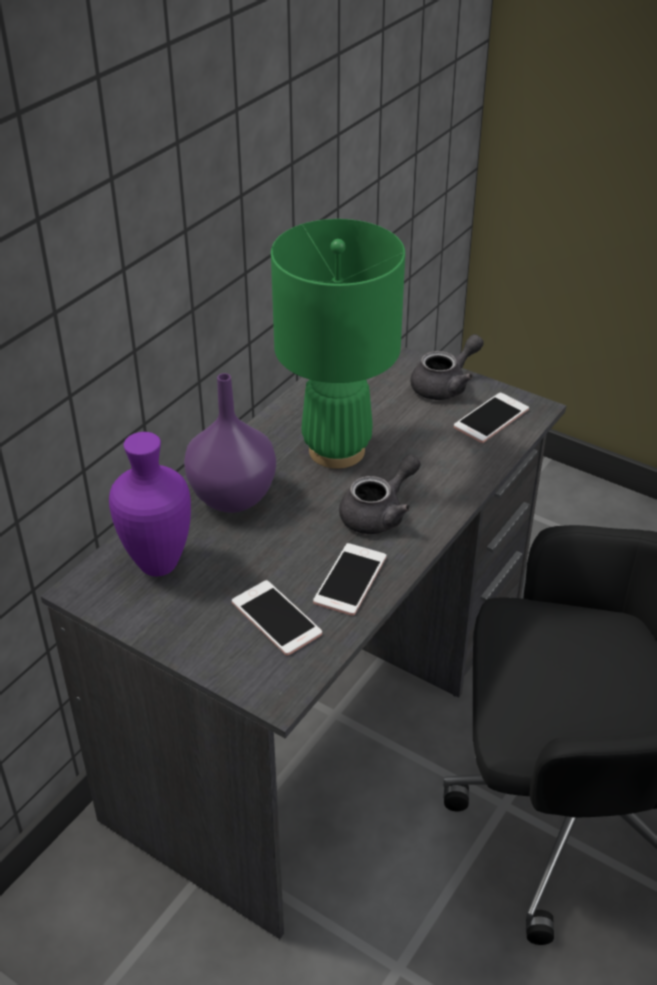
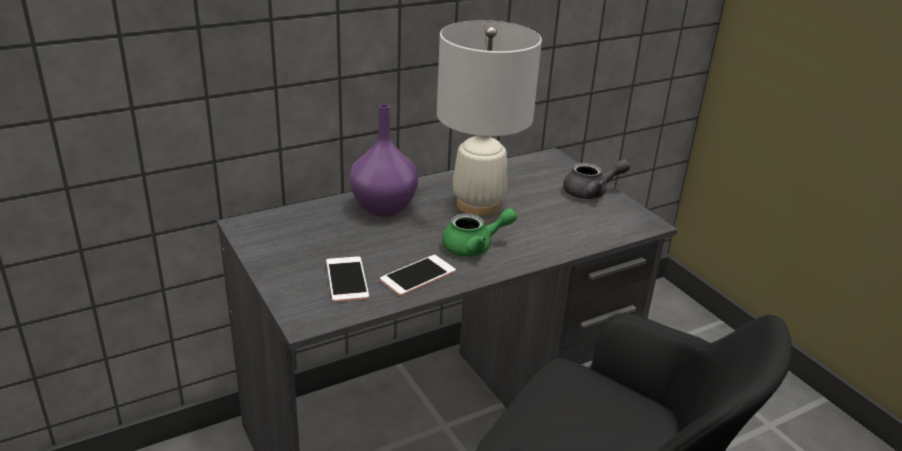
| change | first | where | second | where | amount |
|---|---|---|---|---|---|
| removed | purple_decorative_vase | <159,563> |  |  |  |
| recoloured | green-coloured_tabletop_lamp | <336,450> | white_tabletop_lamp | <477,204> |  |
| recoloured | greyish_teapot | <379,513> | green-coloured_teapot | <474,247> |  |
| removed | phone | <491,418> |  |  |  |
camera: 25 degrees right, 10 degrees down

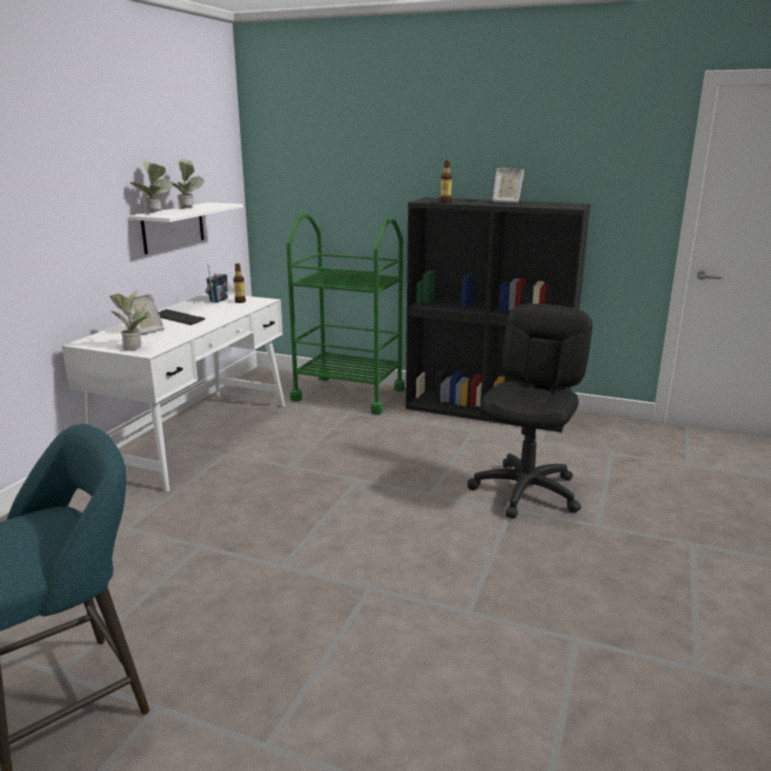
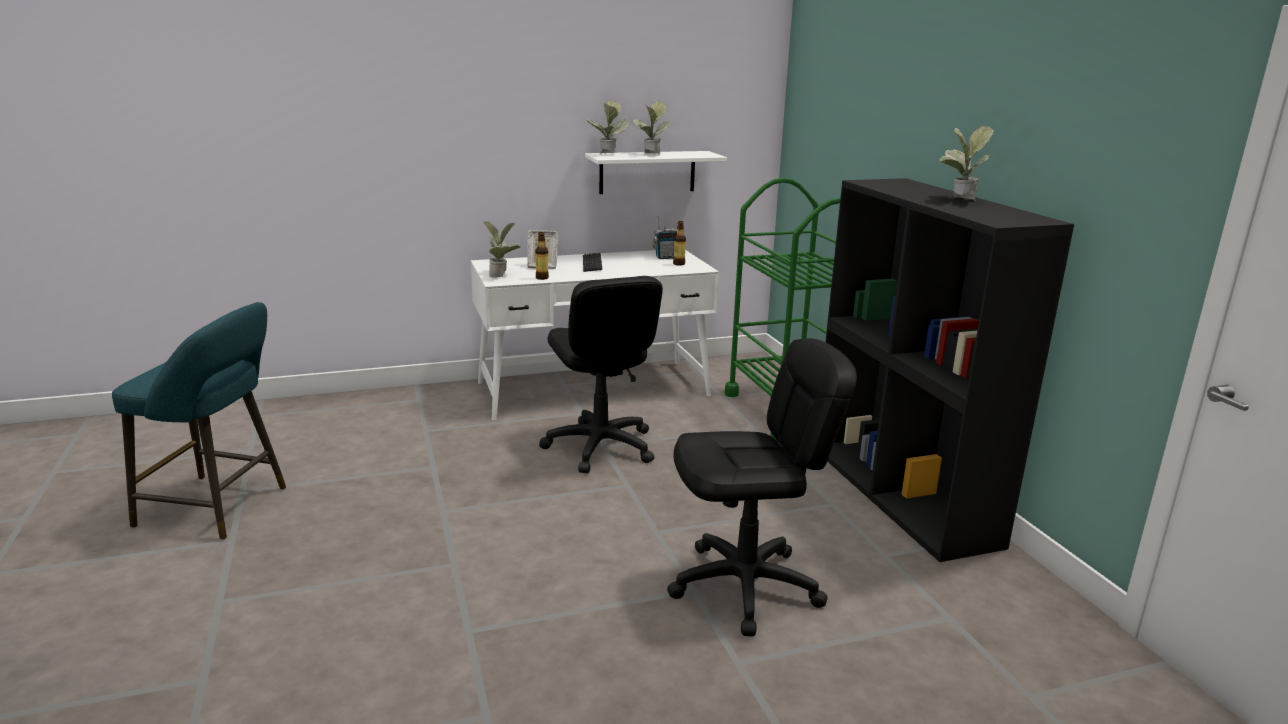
| change | first | where | second | where | amount |
|---|---|---|---|---|---|
| moved | bottle | <445,202> |  | <542,278> |  |
| replaced | picture_frame | <506,202> | plant_in_a_pot | <959,200> |  |
| added |  |  | black_computer_chair | <600,447> |  |
camera: 50 degrees right, 0 degrees up

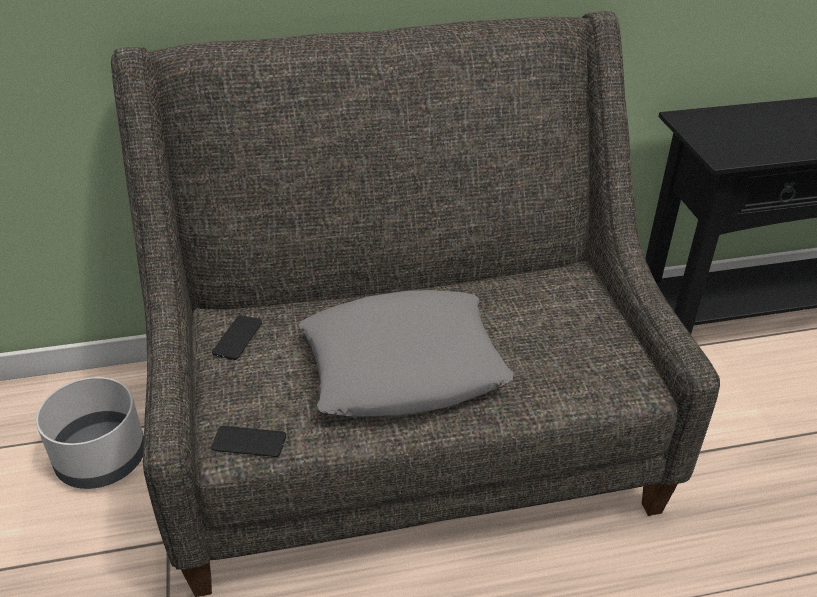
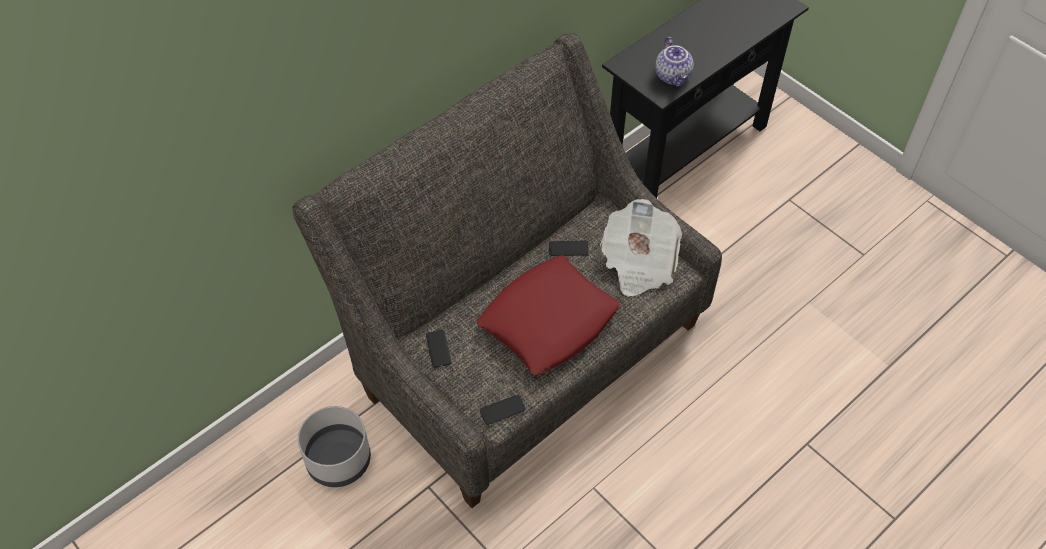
| change | first | where | second | where | amount |
|---|---|---|---|---|---|
| recoloured | greyish_pillow | <403,365> | red-coloured_pillow | <548,320> |  |
| added |  |  | phone | <568,248> |  |
| added |  |  | newspaper | <638,263> |  |
| added |  |  | teapot | <673,76> |  |
camera: 30 degrees left, 15 degrees up

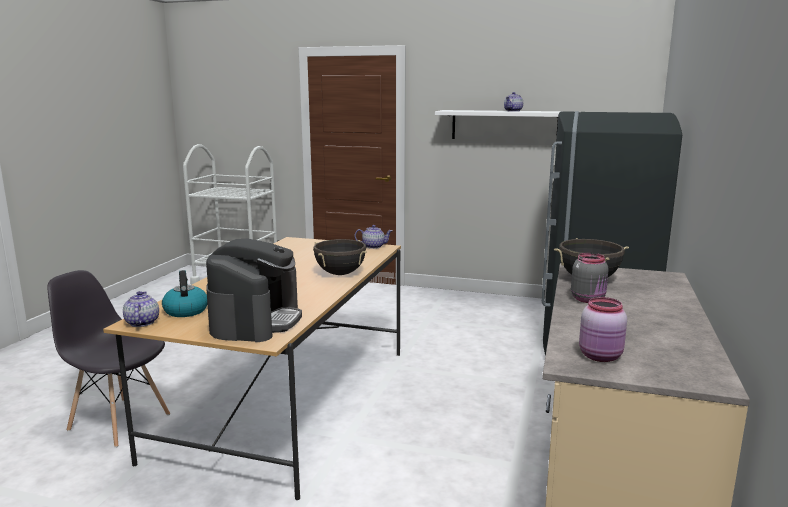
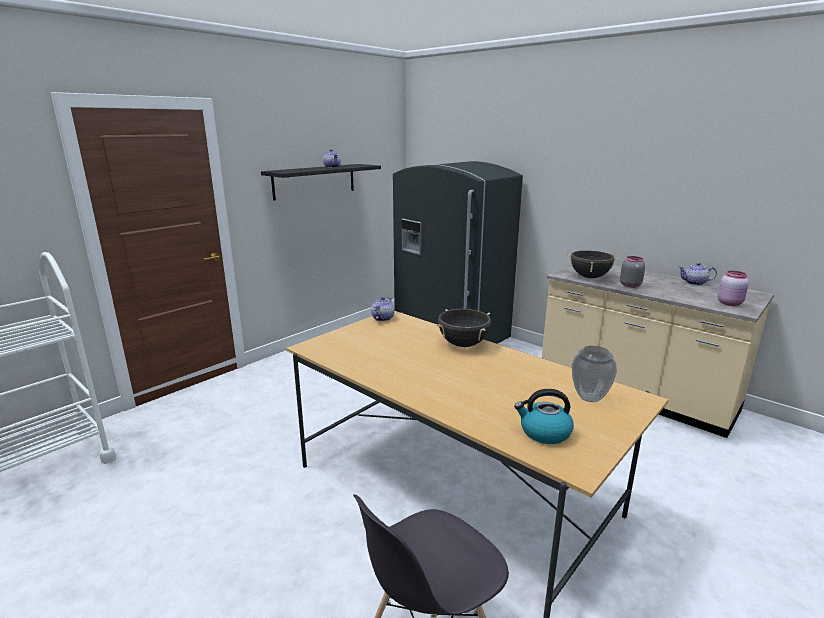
| change | first | where | second | where | amount |
|---|---|---|---|---|---|
| moved | teapot | <142,322> |  | <694,283> |  |
| replaced | coffee_brewer | <256,321> | decorative_vase | <589,398> |  |
| recoloured | white_shelf | <504,125> | black_shelf | <314,181> |  |
camera: 65 degrees left, 5 degrees up

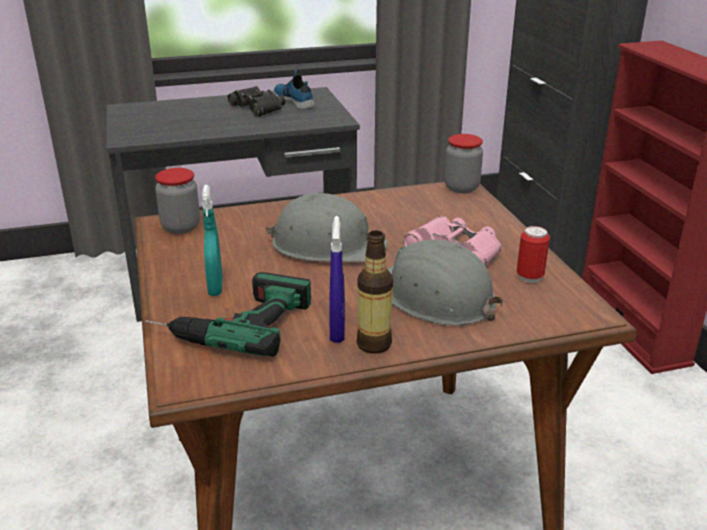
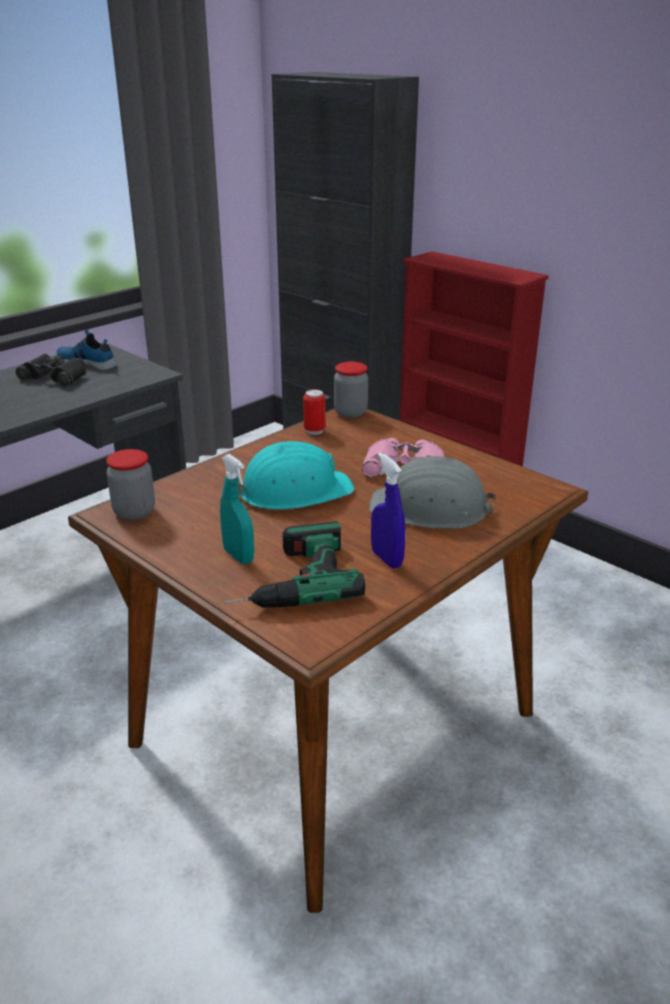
| change | first | where | second | where | amount |
|---|---|---|---|---|---|
| recoloured | greyish_hard_hat | <327,245> | turquoise-coloured_hard_hat | <294,491> |  |
| removed | bottle | <374,344> |  |  |  |
| moved | metal_can | <529,277> |  | <314,431> |  |
camera: 30 degrees left, 0 degrees up

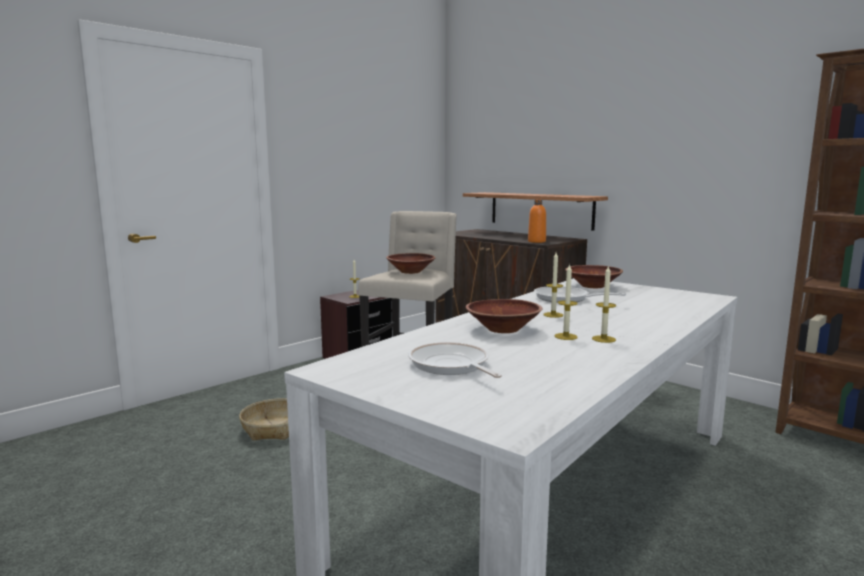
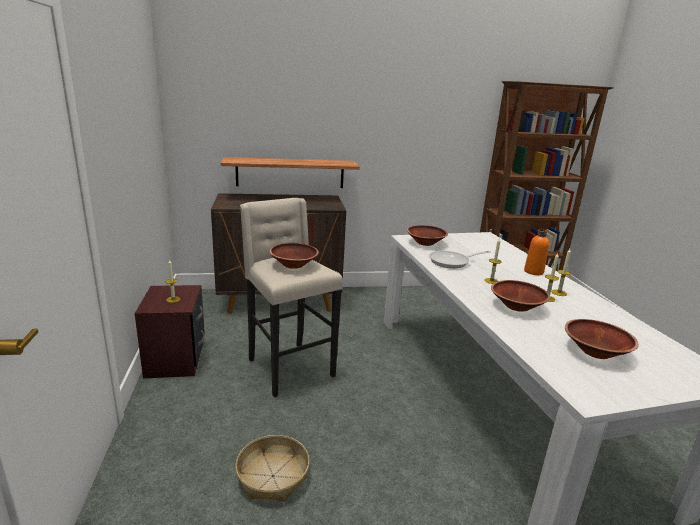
| change | first | where | second | where | amount |
|---|---|---|---|---|---|
| replaced | frying_pan | <451,365> | brown_bowl | <595,352> |  |
| moved | orange-coloured_bottle | <536,241> |  | <533,272> |  |
camera: 55 degrees left, 10 degrees up

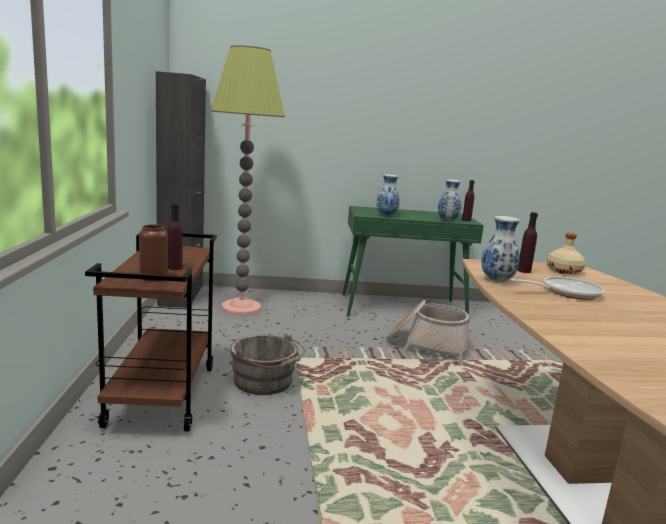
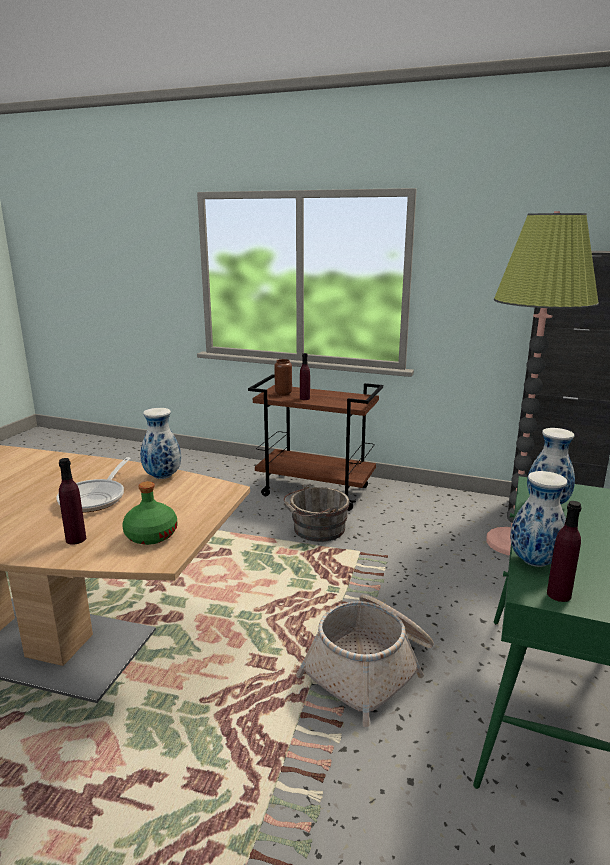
| change | first | where | second | where | amount |
|---|---|---|---|---|---|
| moved | purple_bottle | <524,271> |  | <76,539> |  |
| recoloured | beige-coloured_bottle | <564,271> | green-coloured_bottle | <151,535> |  |
camera: 115 degrees right, 5 degrees up

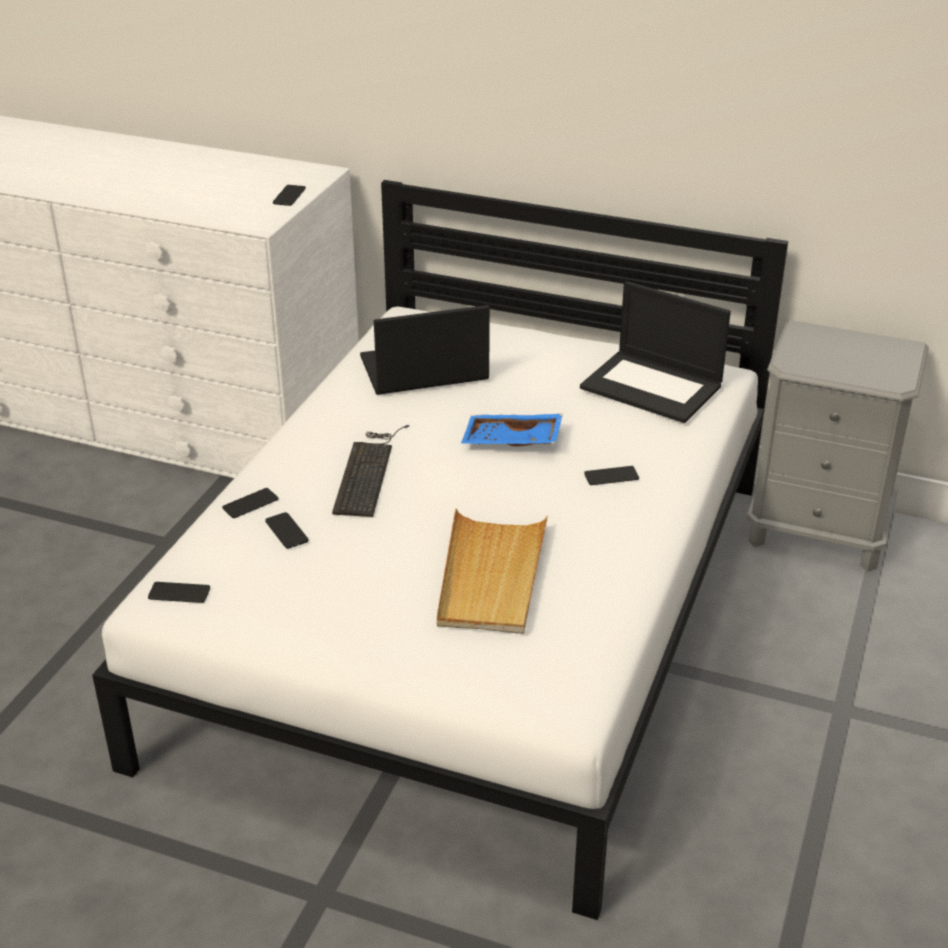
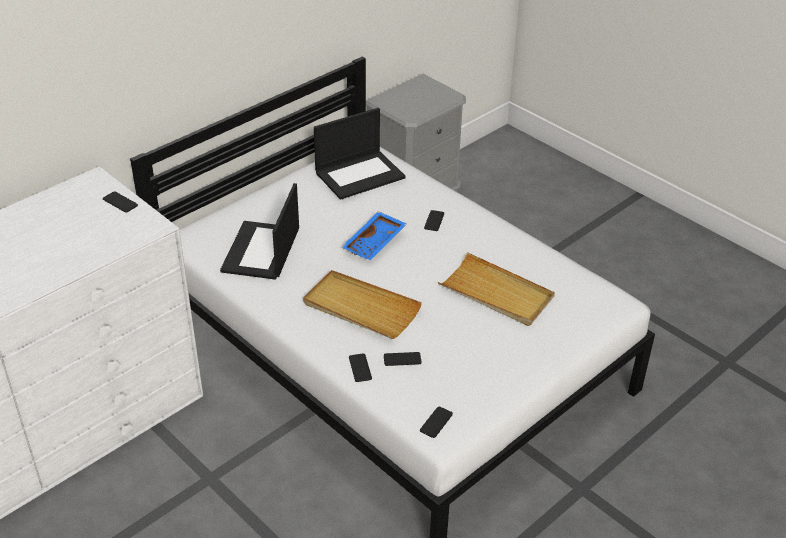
| change | first | where | second | where | amount |
|---|---|---|---|---|---|
| replaced | PC_keyboard | <368,470> | beige-coloured_tray | <361,308> |  |
camera: 65 degrees left, 5 degrees up

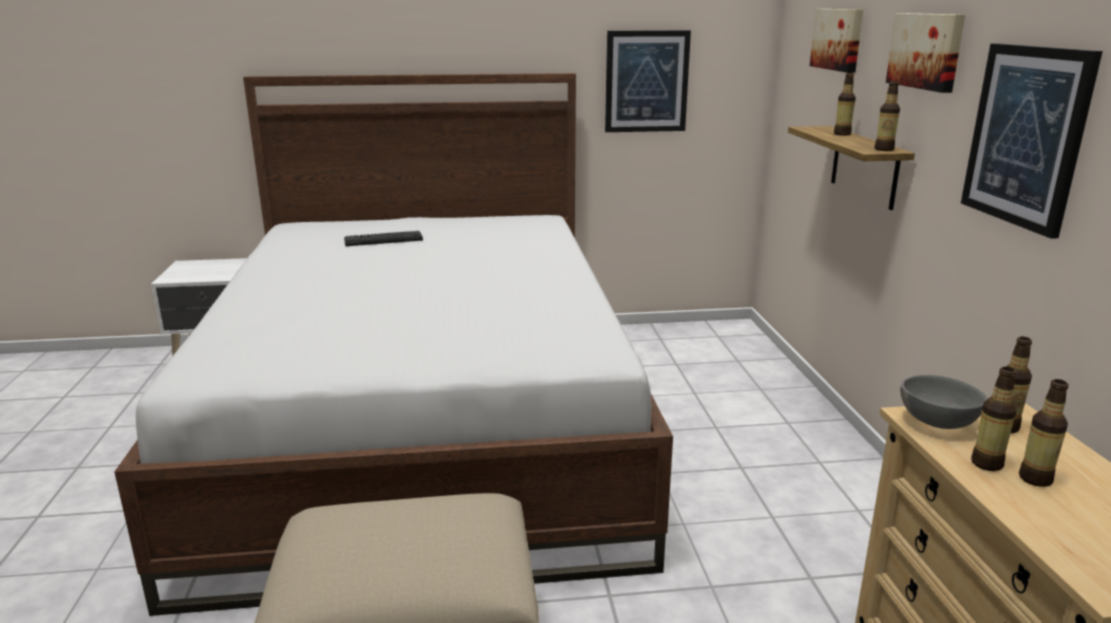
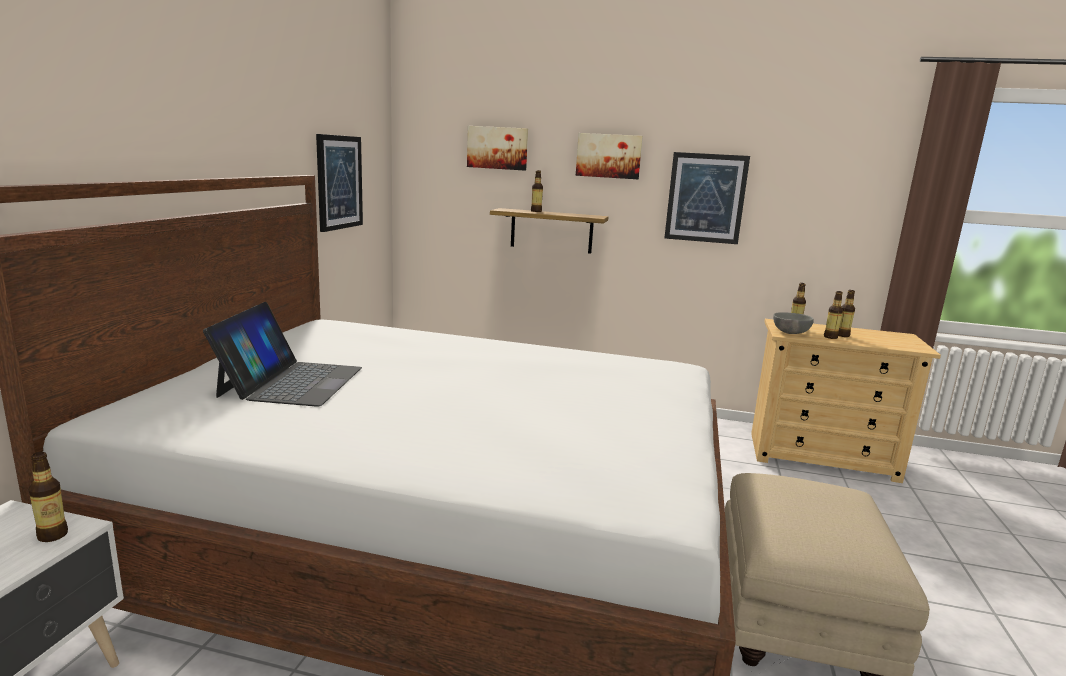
| change | first | where | second | where | amount |
|---|---|---|---|---|---|
| replaced | PC_keyboard | <383,240> | laptop | <291,381> |  |
| moved | bottle | <884,149> |  | <53,535> |  |
camera: 70 degrees left, 5 degrees down

